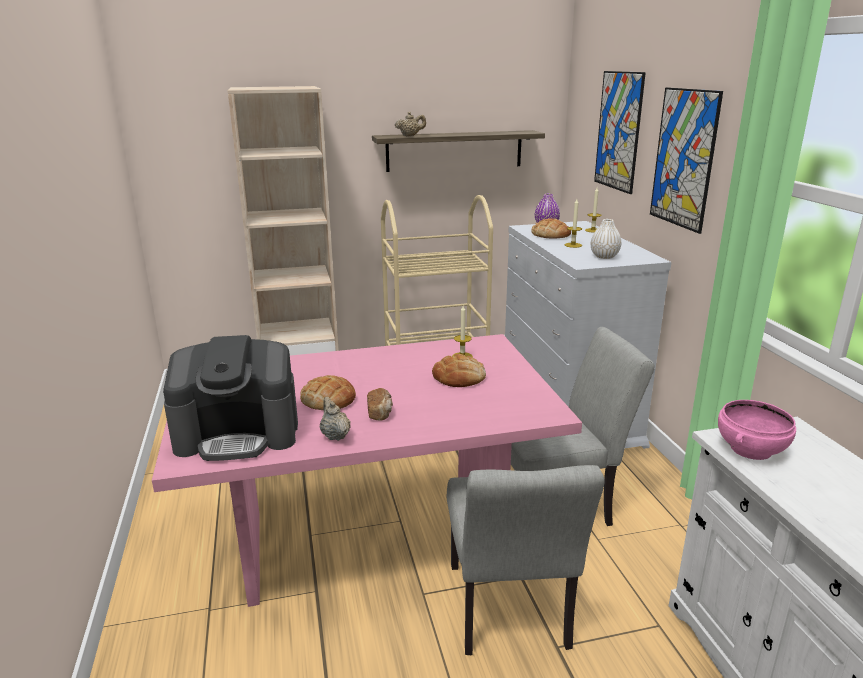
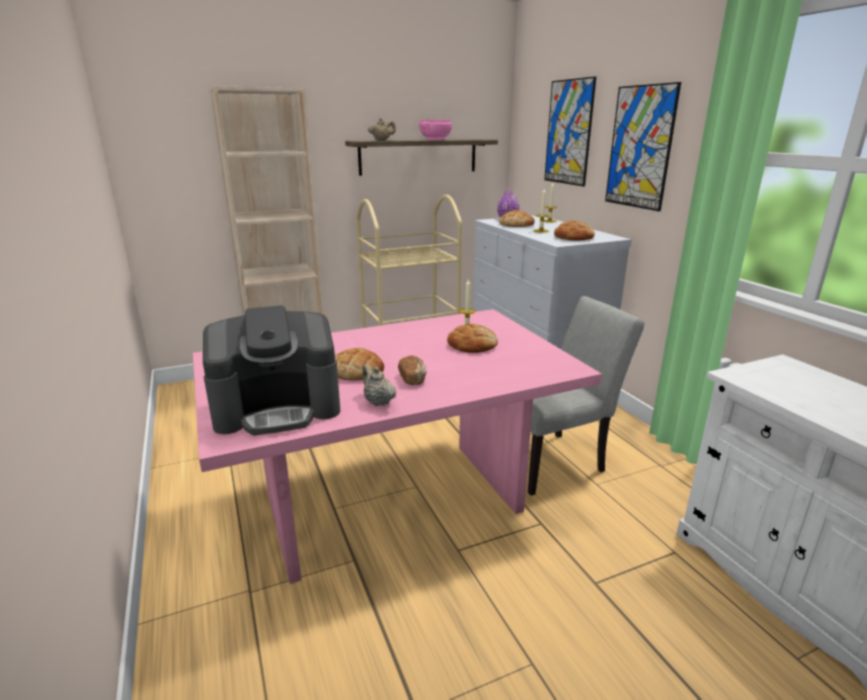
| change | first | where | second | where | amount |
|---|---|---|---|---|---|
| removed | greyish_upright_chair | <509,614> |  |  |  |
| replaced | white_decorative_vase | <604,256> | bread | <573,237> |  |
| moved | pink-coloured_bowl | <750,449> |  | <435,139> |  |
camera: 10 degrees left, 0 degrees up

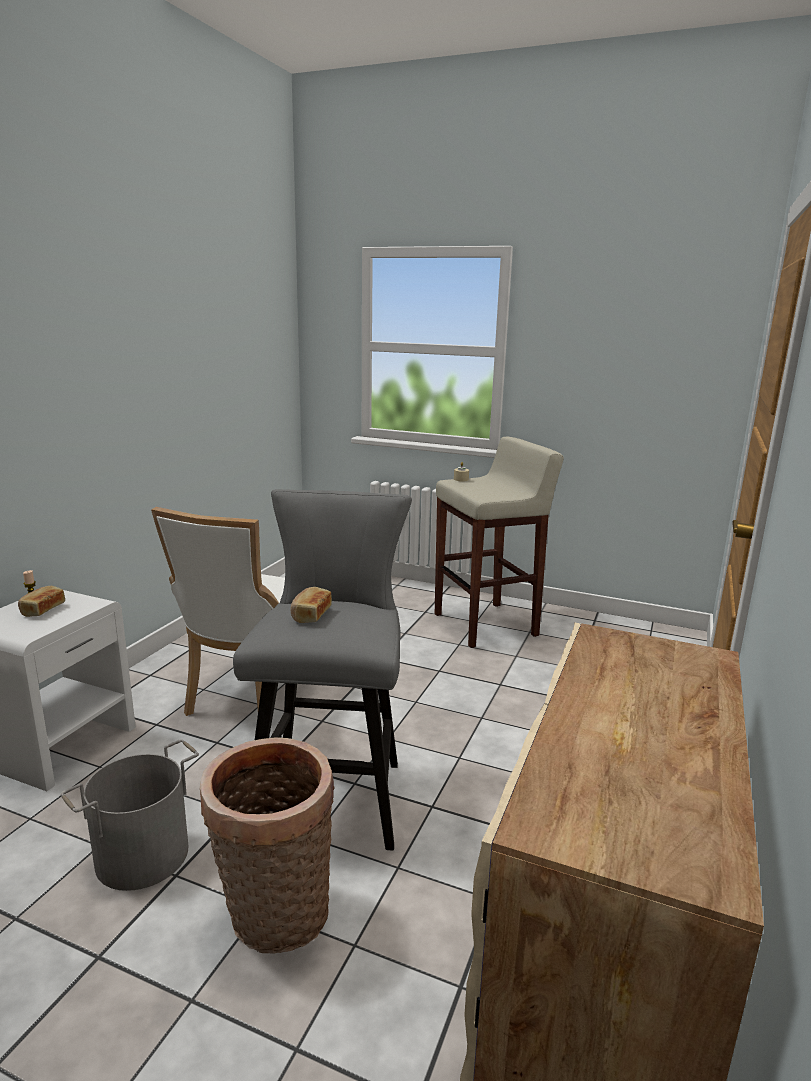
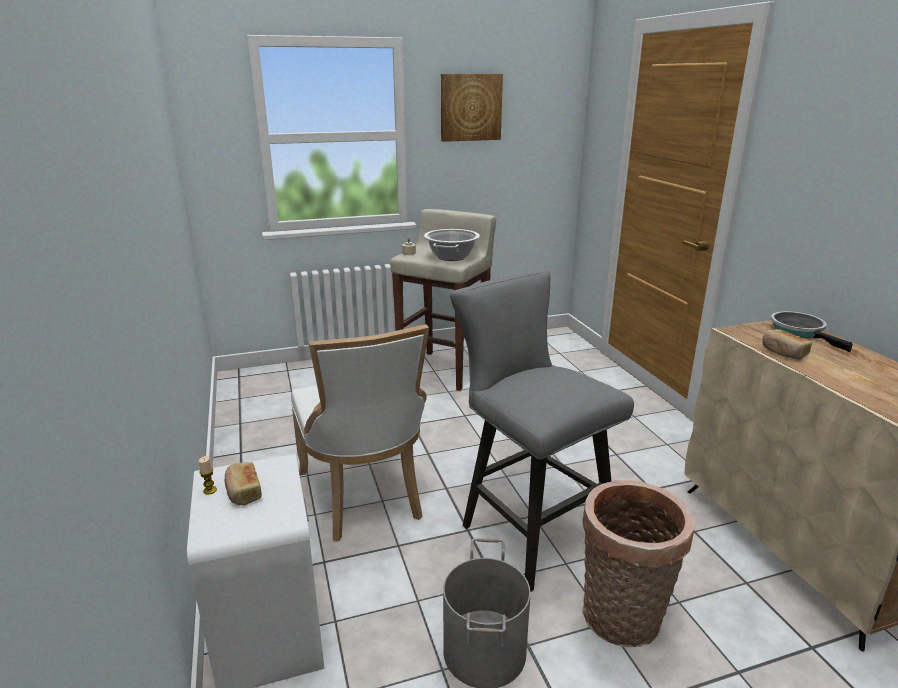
| change | first | where | second | where | amount |
|---|---|---|---|---|---|
| moved | bread | <310,615> |  | <783,352> |  |
| added |  |  | saucepot | <451,257> |  |
| added |  |  | wall_art | <470,107> |  |
| added |  |  | frying_pan | <800,332> |  |
camera: 40 degrees left, 5 degrees up

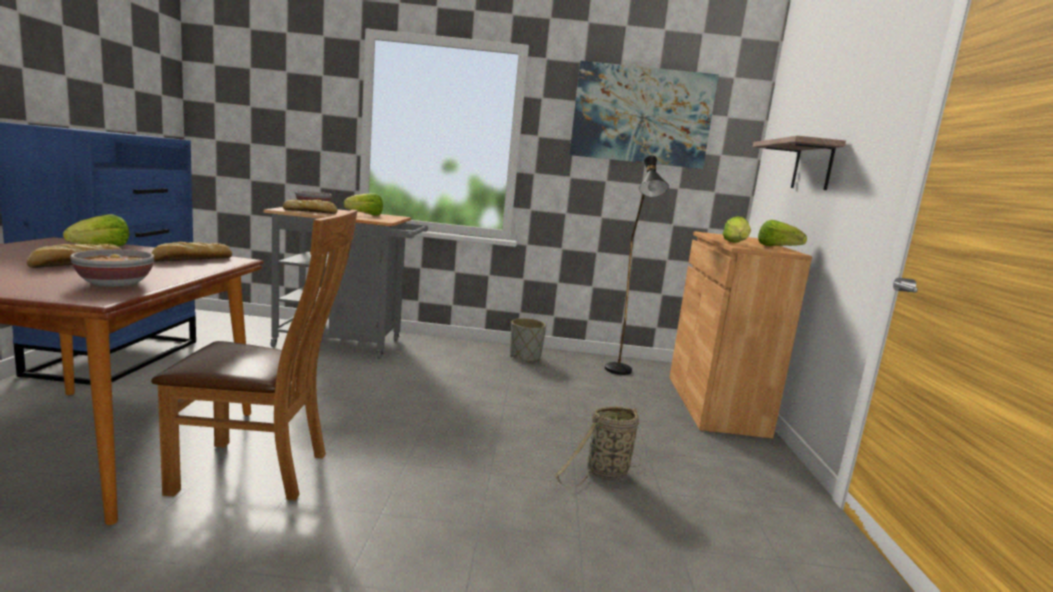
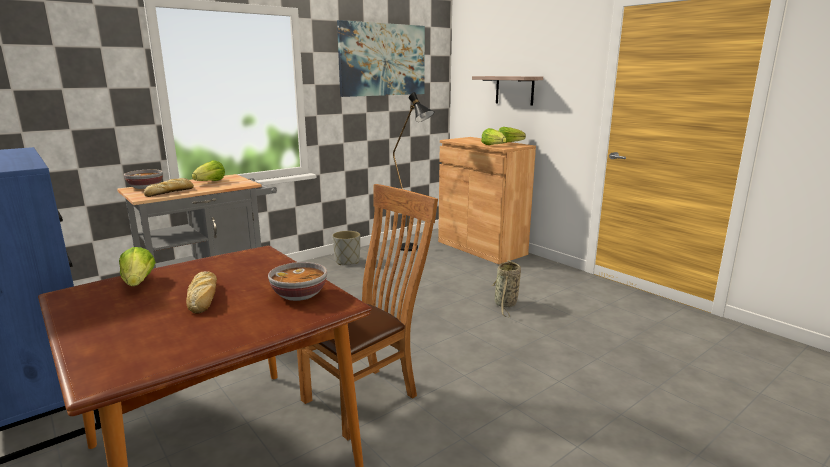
| change | first | where | second | where | amount |
|---|---|---|---|---|---|
| removed | bread | <191,259> |  |  |  |
camera: 40 degrees left, 5 degrees up

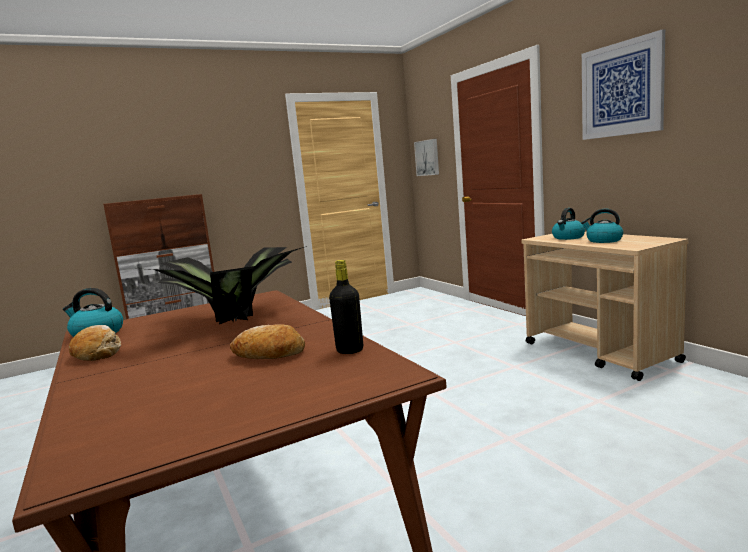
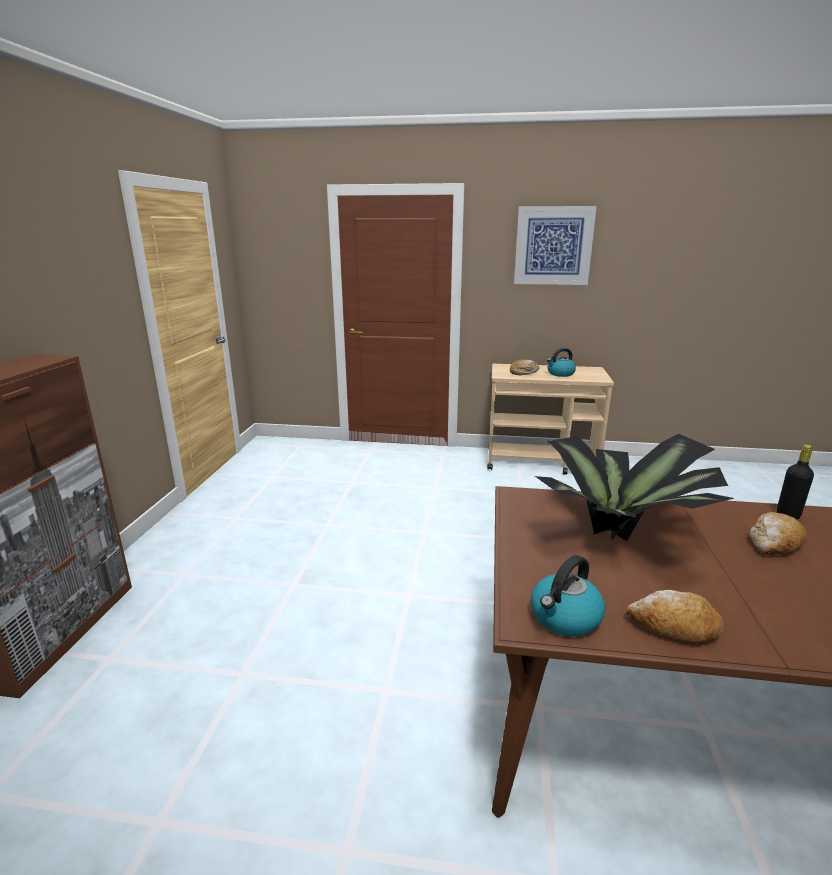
| change | first | where | second | where | amount |
|---|---|---|---|---|---|
| removed | wall_art | <428,157> |  |  |  |
| replaced | tea_kettle | <568,237> | bread | <524,372> |  |
camera: 55 degrees left, 10 degrees up

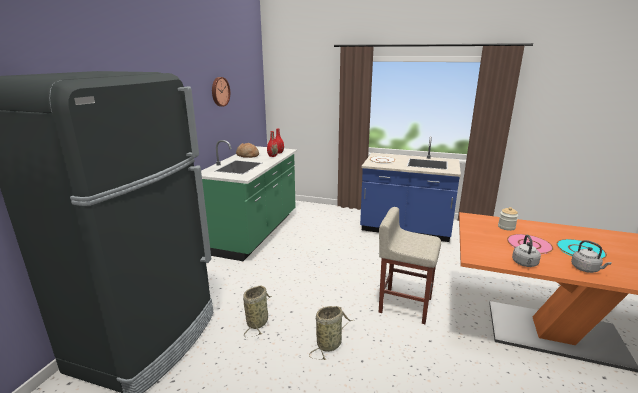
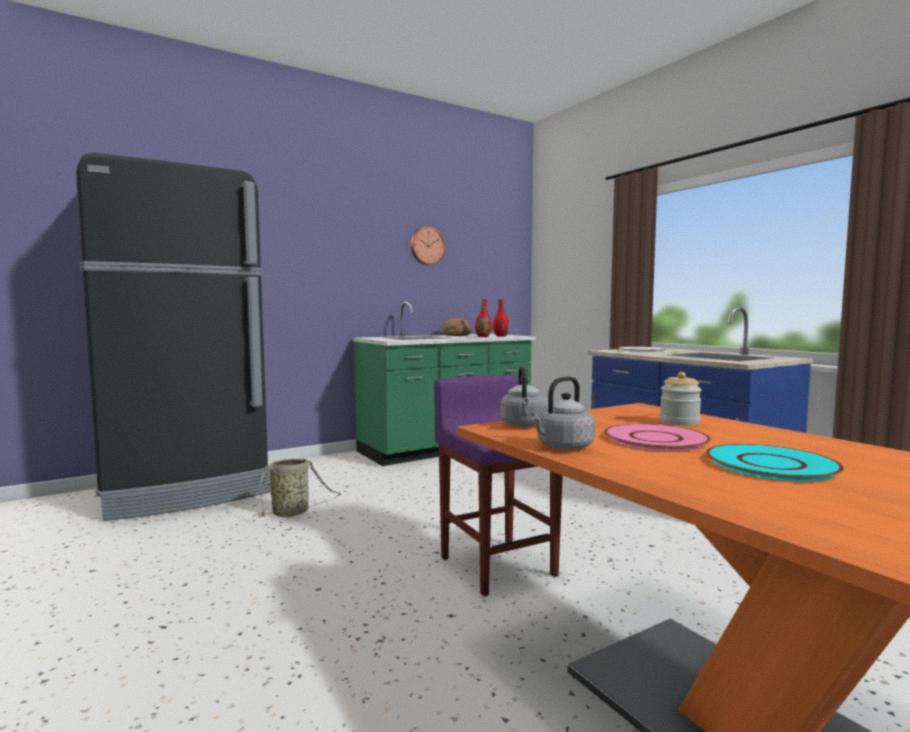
| change | first | where | second | where | amount |
|---|---|---|---|---|---|
| removed | basket | <330,344> |  |  |  |
| recoloured | beige-coloured_stool | <404,305> | purple_stool | <497,565> |  |
| moved | greyish_tea_kettle | <586,269> |  | <524,425> |  |
camera: 40 degrees right, 15 degrees down

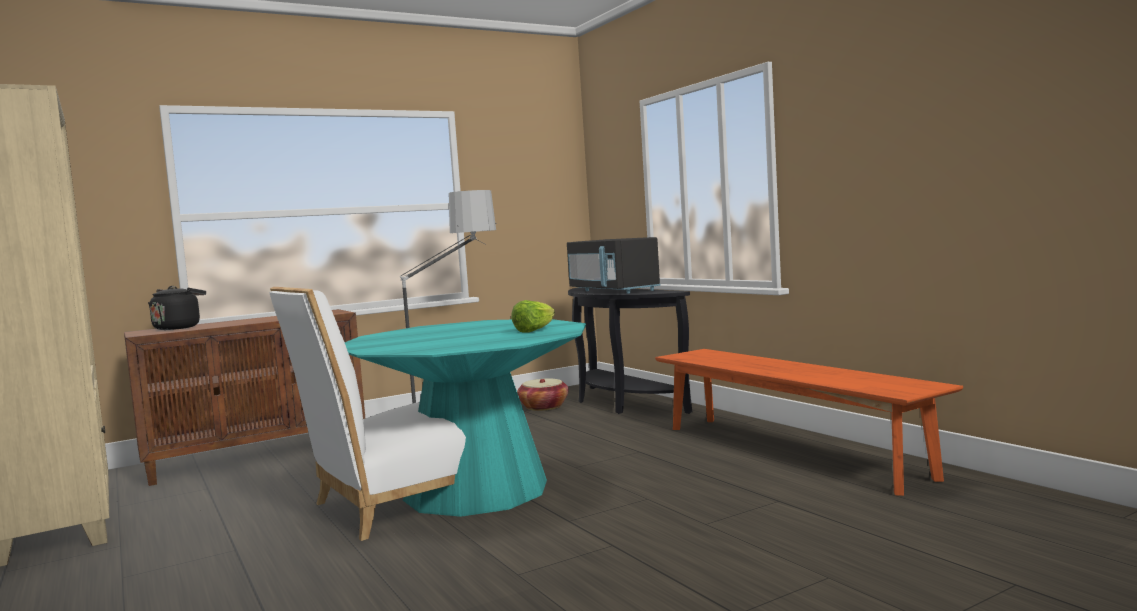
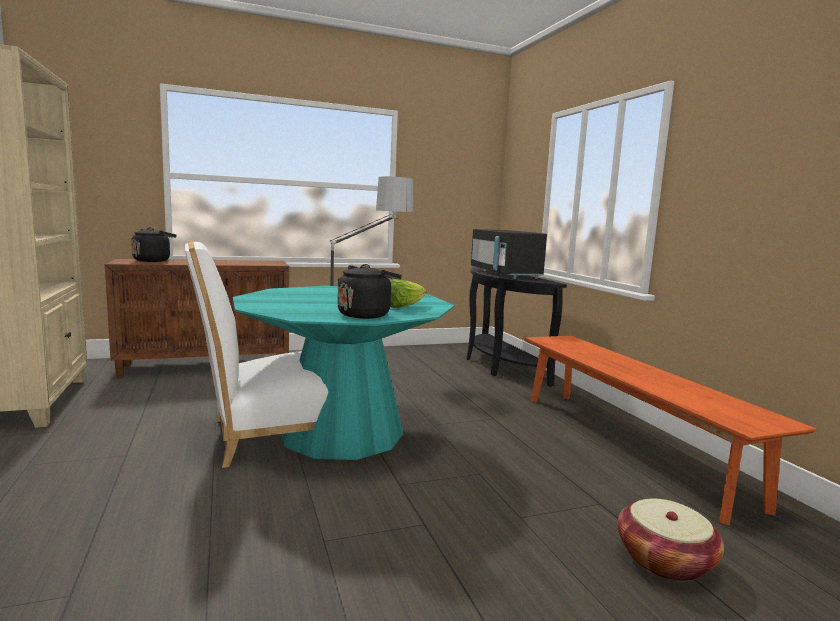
| change | first | where | second | where | amount |
|---|---|---|---|---|---|
| moved | basket | <544,407> |  | <664,560> |  |
| added |  |  | black_tea_kettle | <366,315> |  |
camera: 10 degrees right, 5 degrees up

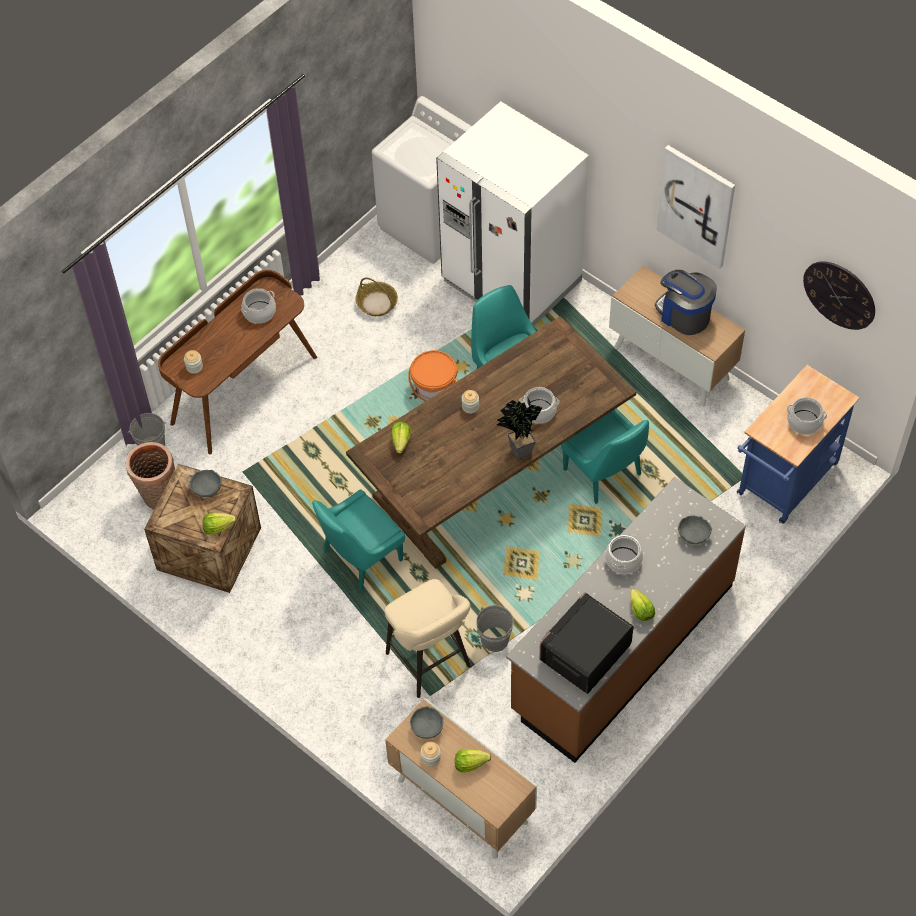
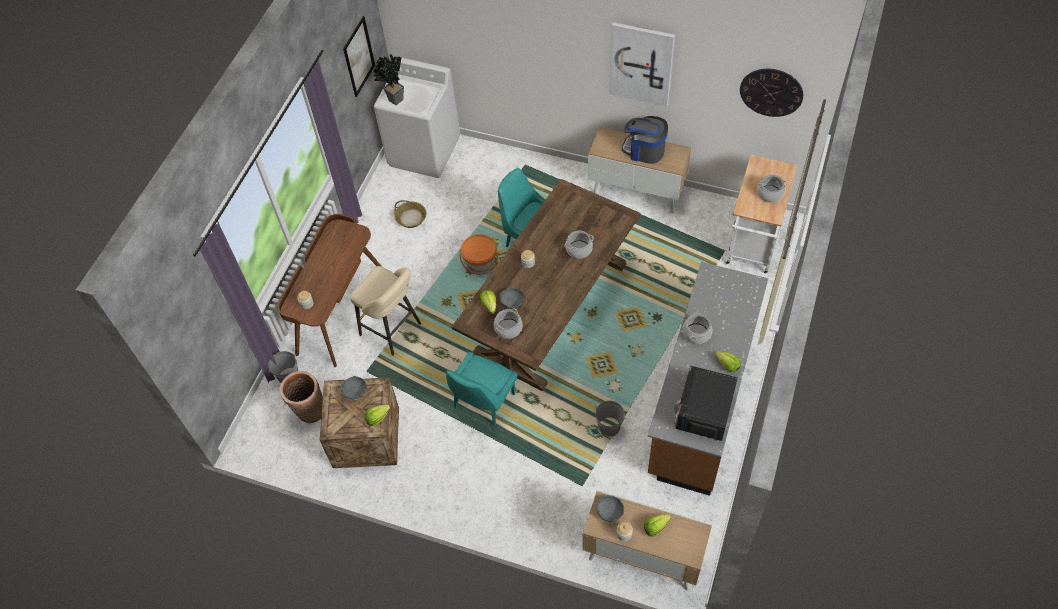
| change | first | where | second | where | amount |
|---|---|---|---|---|---|
| moved | saucepot | <259,312> |  | <508,328> |  |
| moved | beige-coloured_stool | <431,663> |  | <393,331> |  |
| removed | white_kitchen_fridge | <511,281> |  |  |  |
| moved | plant_in_a_pot | <517,451> |  | <393,100> |  |
| removed | turquoise-coloured_upright_chair | <604,474> |  |  |  |
| moved | greyish_bowl | <693,534> |  | <512,302> |  |
| recoloured | blue-coloured_wheeled_cart | <783,484> | white_wheeled_cart | <752,247> |  |
| added |  |  | wall_art | <359,57> |  |
camera: 20 degrees left, 0 degrees up

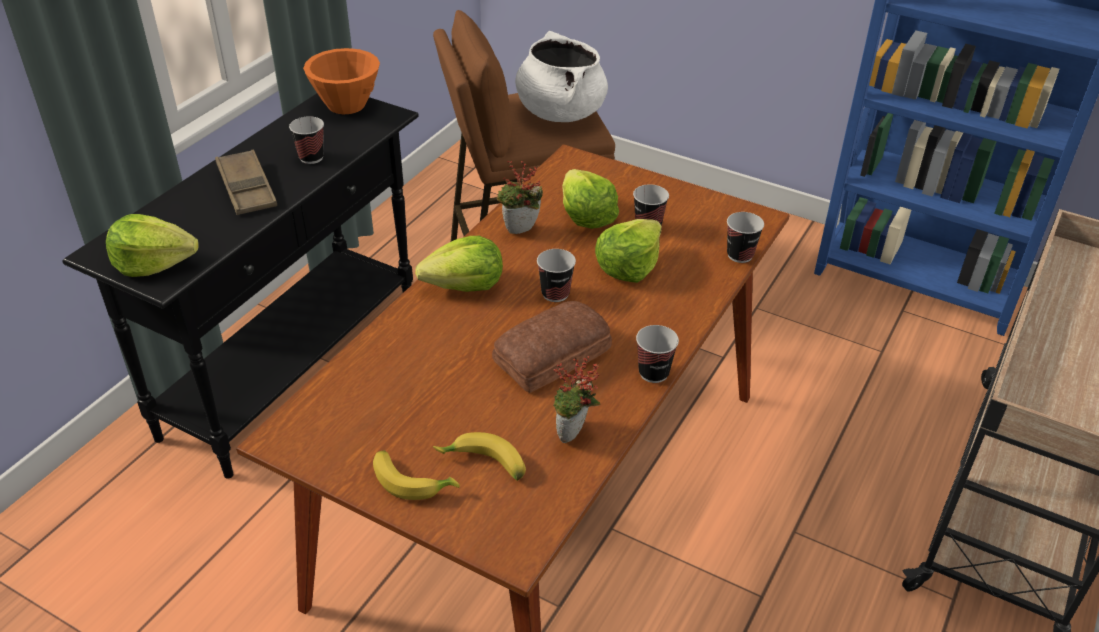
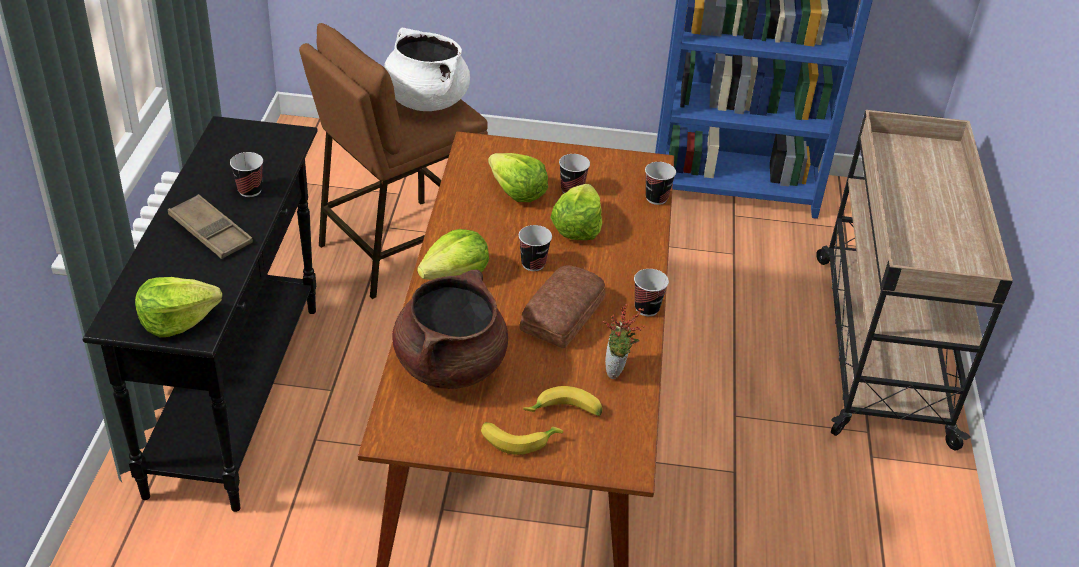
| change | first | where | second | where | amount |
|---|---|---|---|---|---|
| removed | orange-coloured_bowl | <347,104> |  |  |  |
| removed | plant_in_a_pot | <520,232> |  |  |  |
| added |  |  | brown_saucepot | <450,365> |  |
camera: 25 degrees left, 0 degrees up

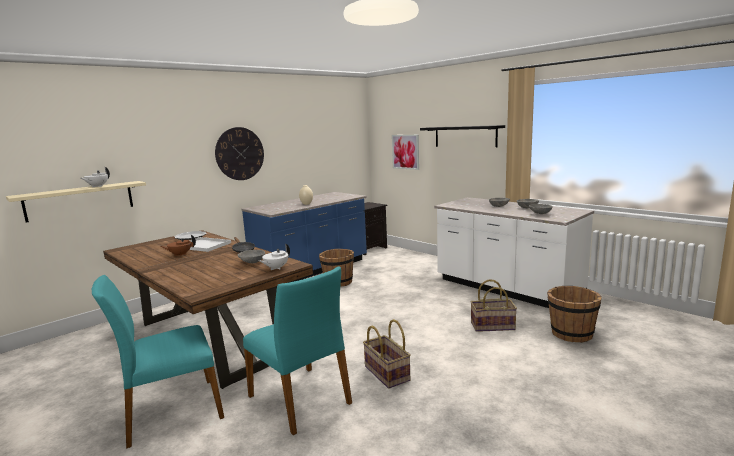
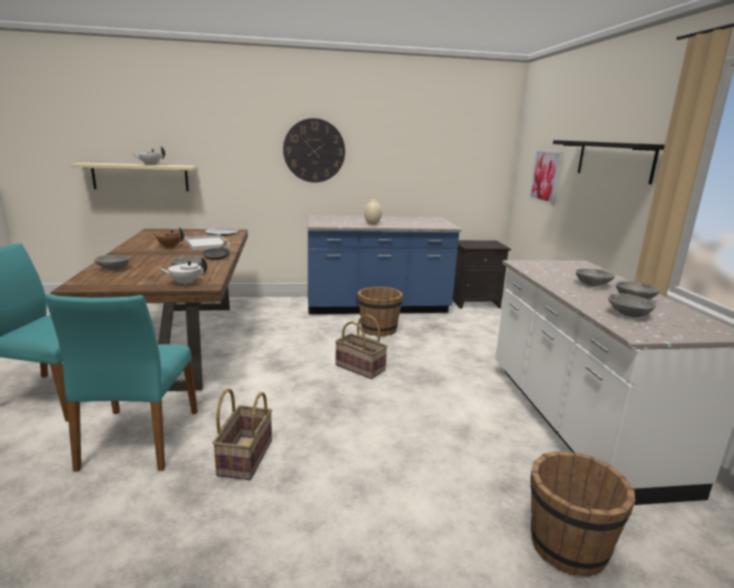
| change | first | where | second | where | amount |
|---|---|---|---|---|---|
| moved | basket | <492,326> |  | <361,367> |  |
| added |  |  | greyish_bowl | <113,269> |  |
camera: 35 degrees right, 5 degrees up

